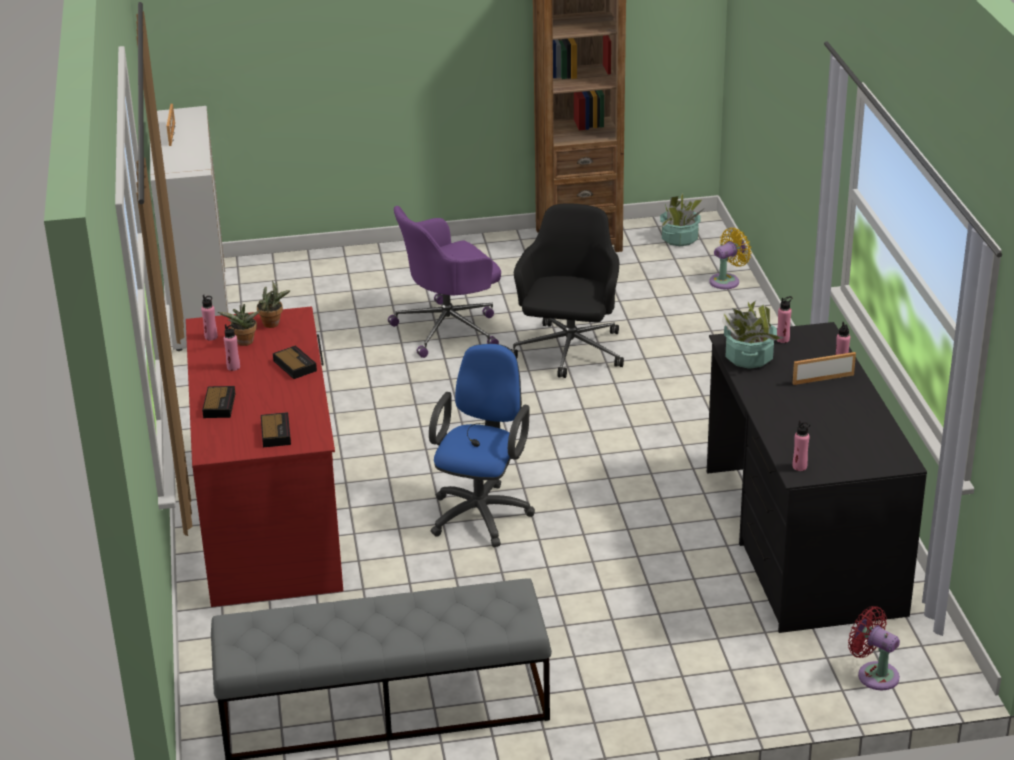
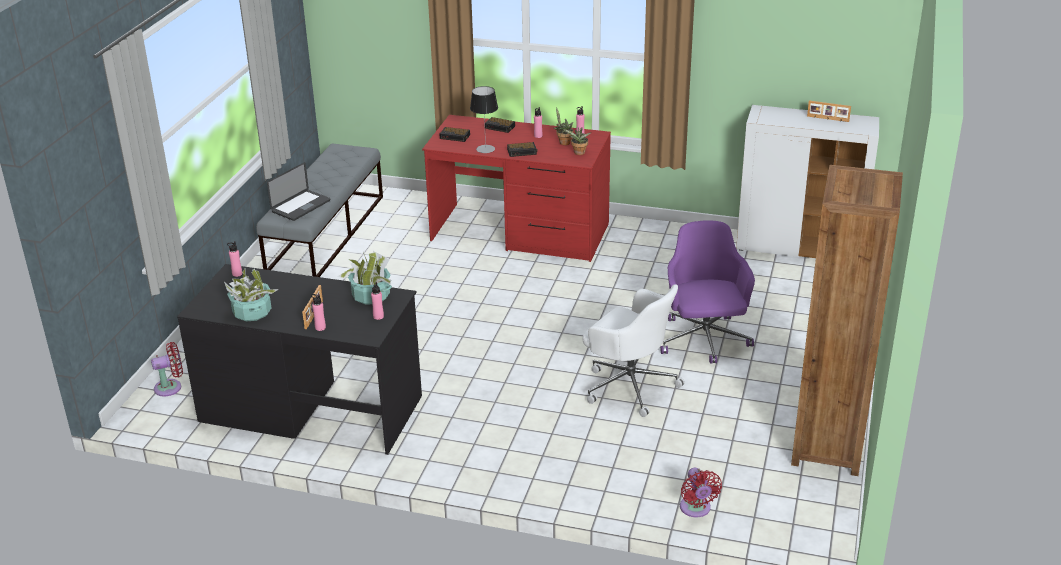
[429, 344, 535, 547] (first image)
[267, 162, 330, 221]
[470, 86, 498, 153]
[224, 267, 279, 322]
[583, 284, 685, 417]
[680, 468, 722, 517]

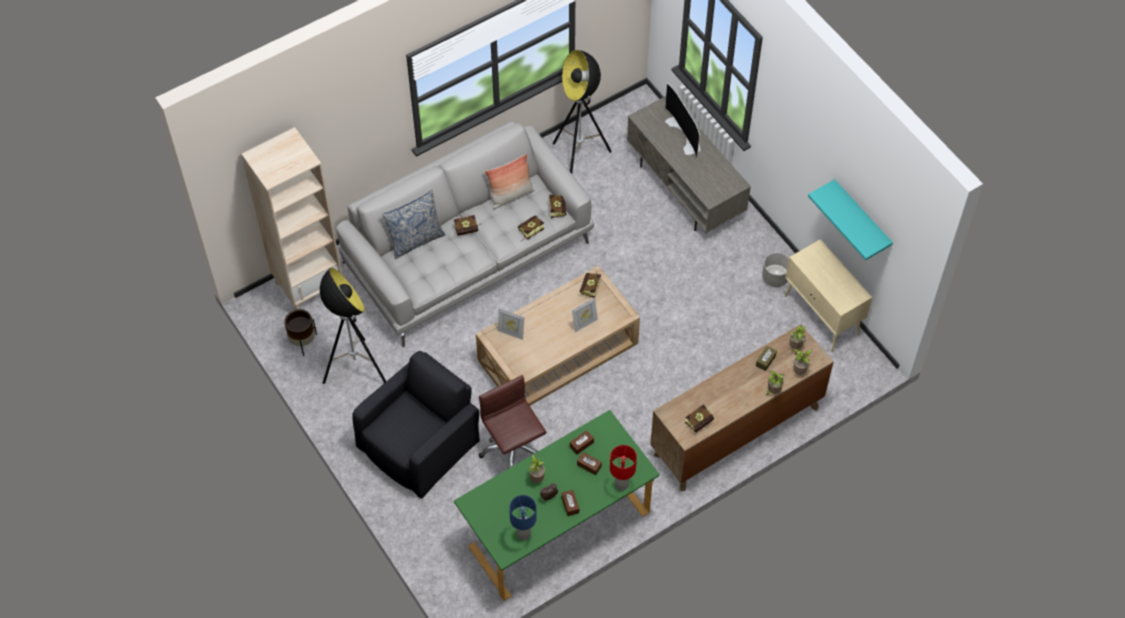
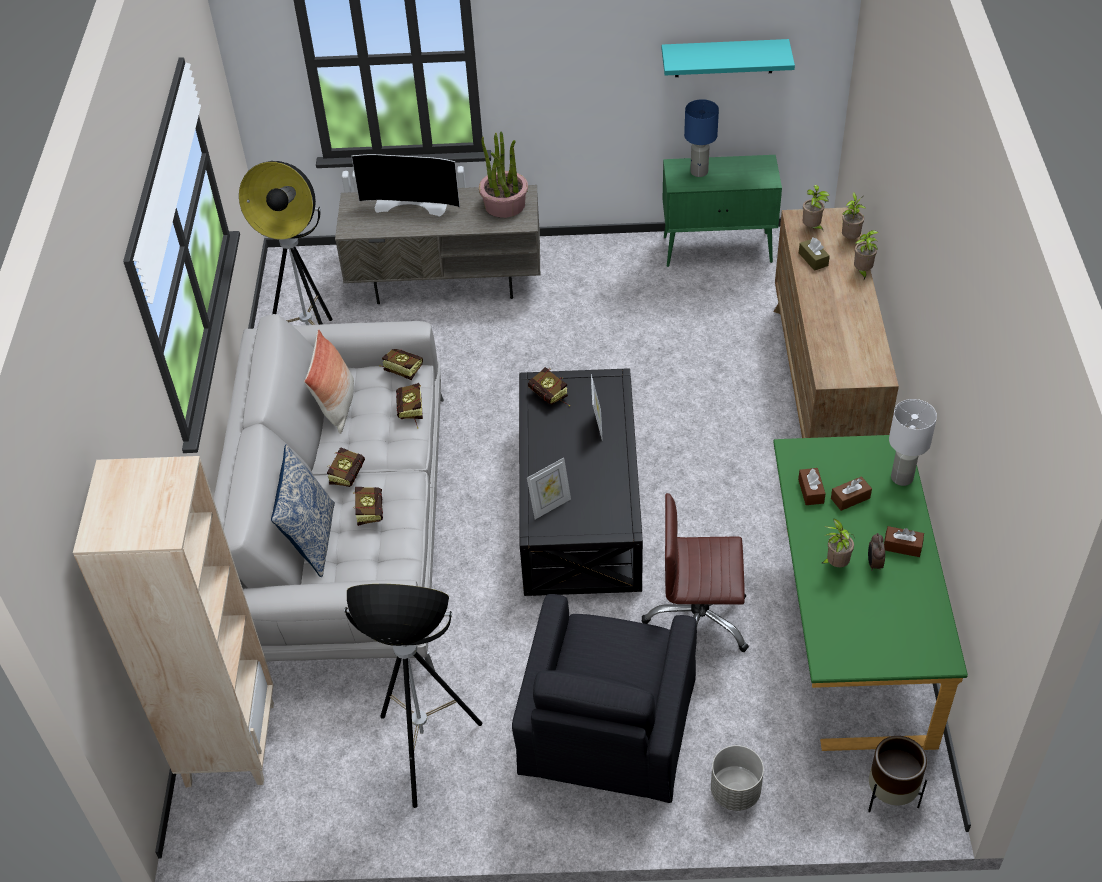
[479, 132, 528, 218]
[868, 736, 927, 812]
[684, 99, 719, 177]
[353, 487, 383, 526]
[711, 745, 764, 811]
[519, 368, 643, 596]
[889, 399, 937, 486]
[663, 155, 782, 267]
[512, 594, 697, 803]

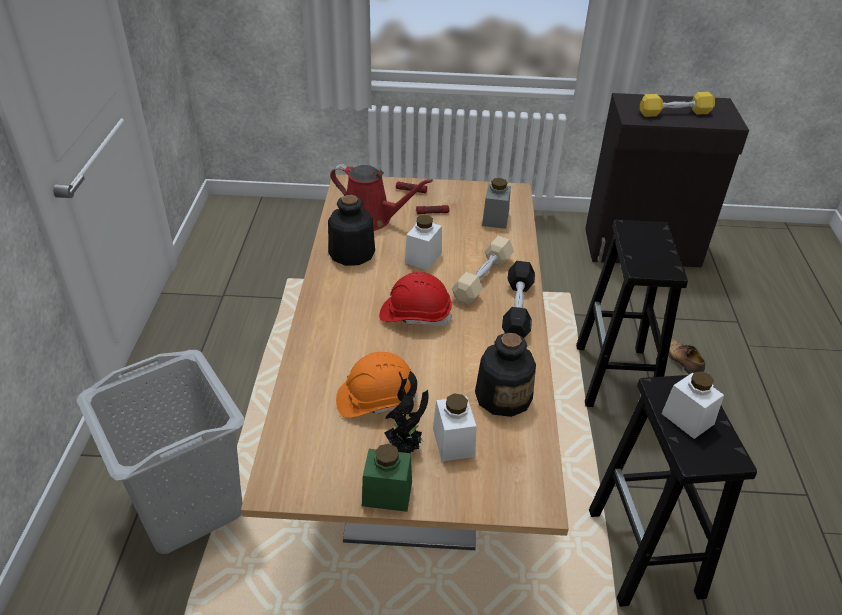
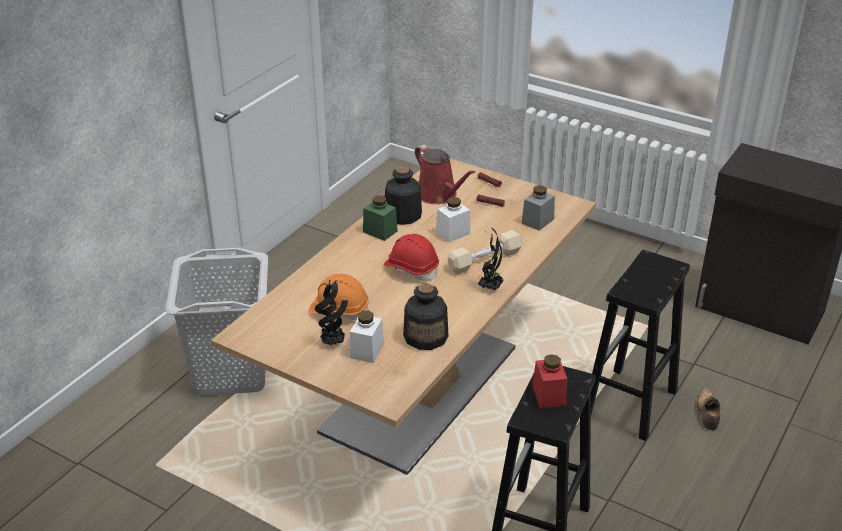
[640, 92, 715, 117] (first image)
[363, 195, 398, 241]
[478, 228, 503, 291]
[532, 354, 568, 408]

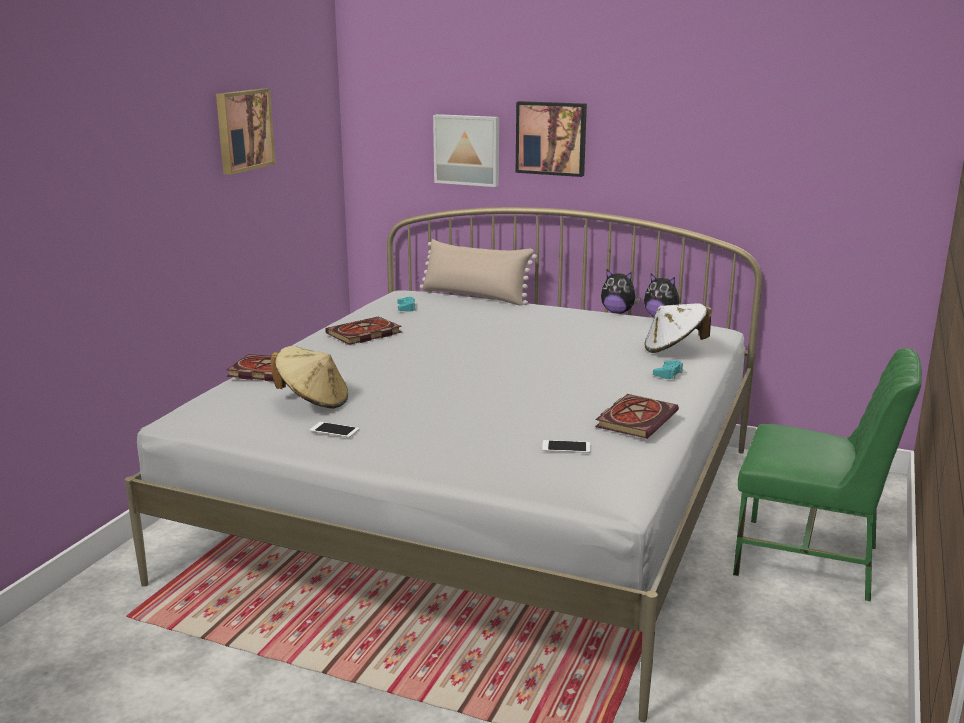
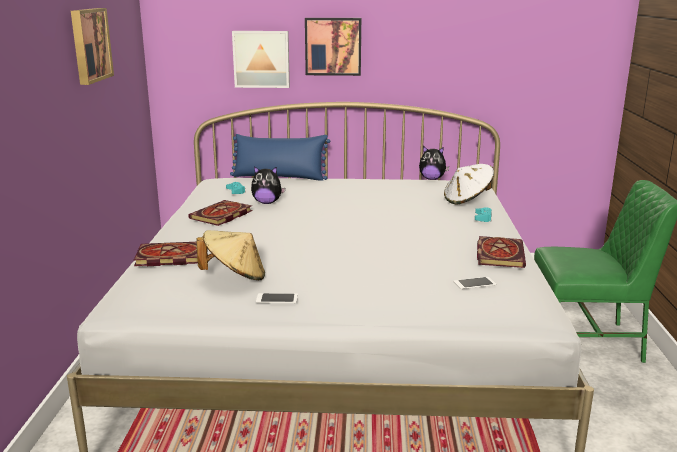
[251, 166, 285, 204]
[230, 134, 330, 181]

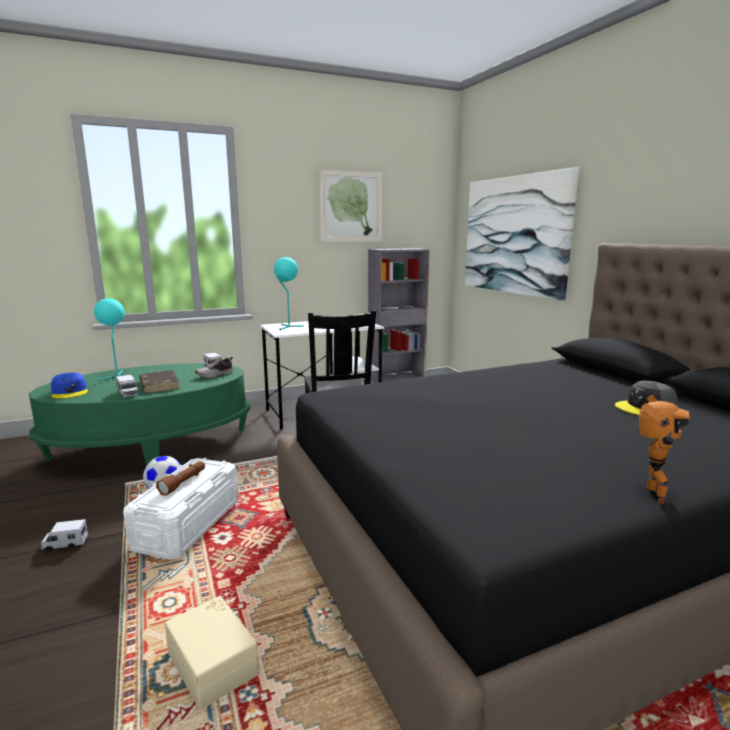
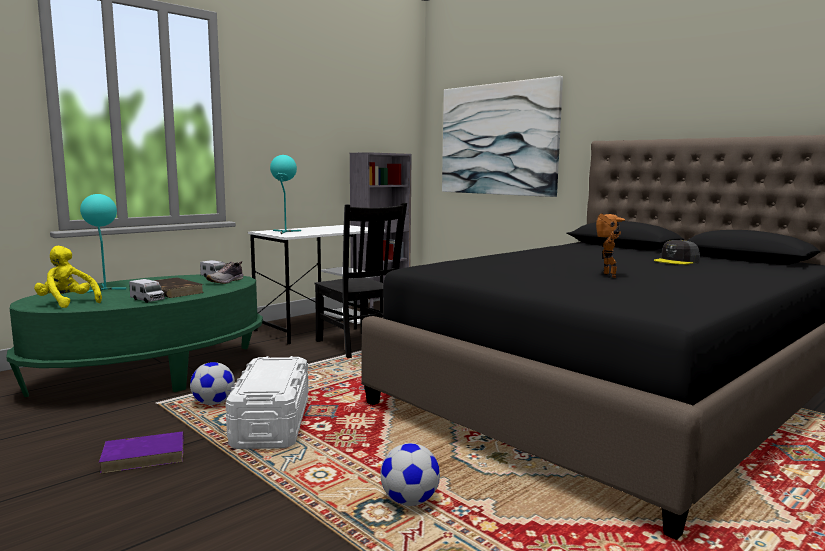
[156, 462, 205, 495] (first image)
[319, 170, 382, 242] (first image)
[596, 213, 625, 278]
[99, 431, 184, 474]
[34, 246, 102, 308]
[380, 443, 440, 506]

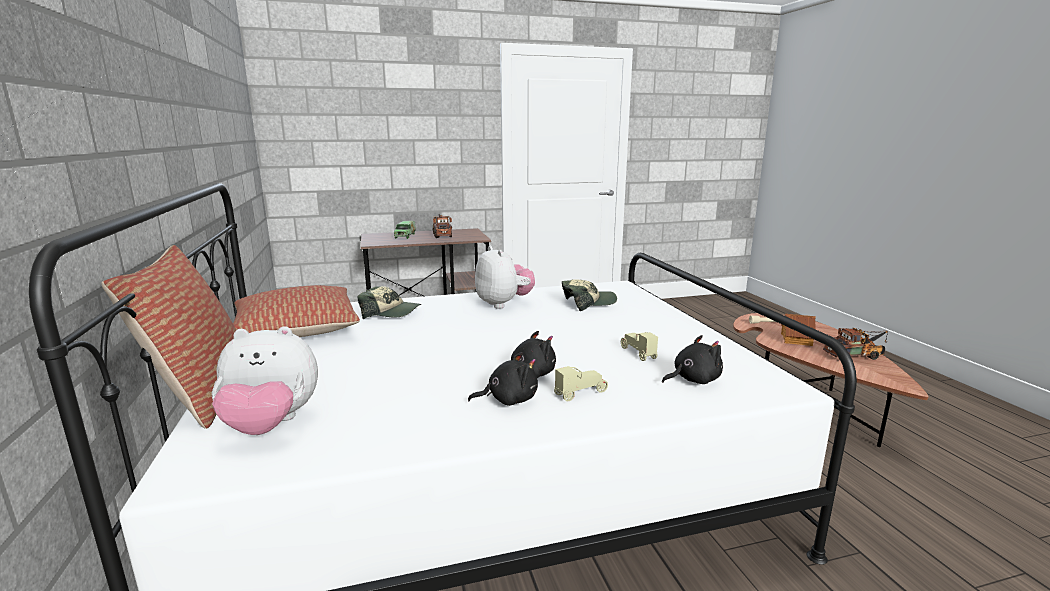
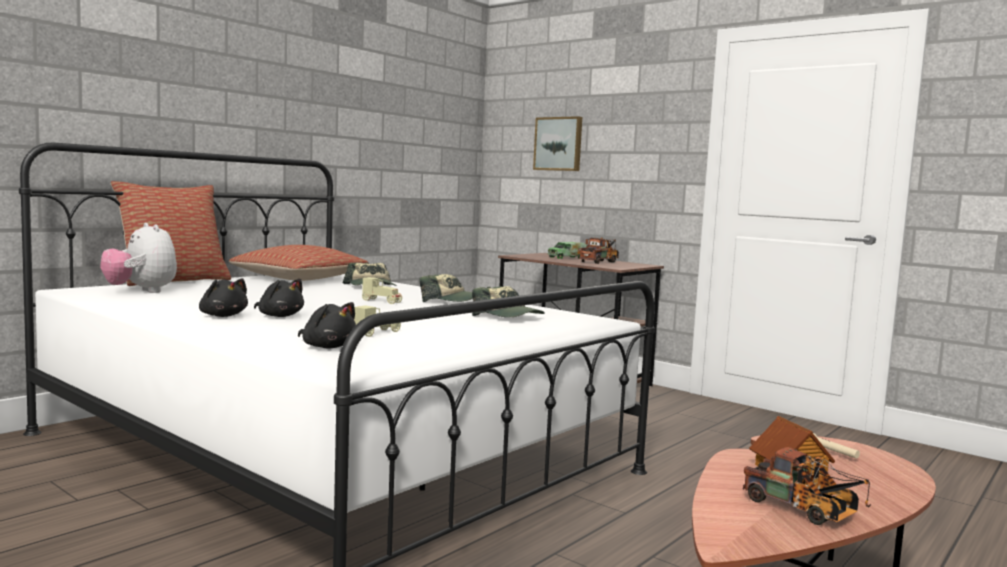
[533, 116, 582, 171]
[362, 277, 402, 304]
[420, 274, 473, 302]

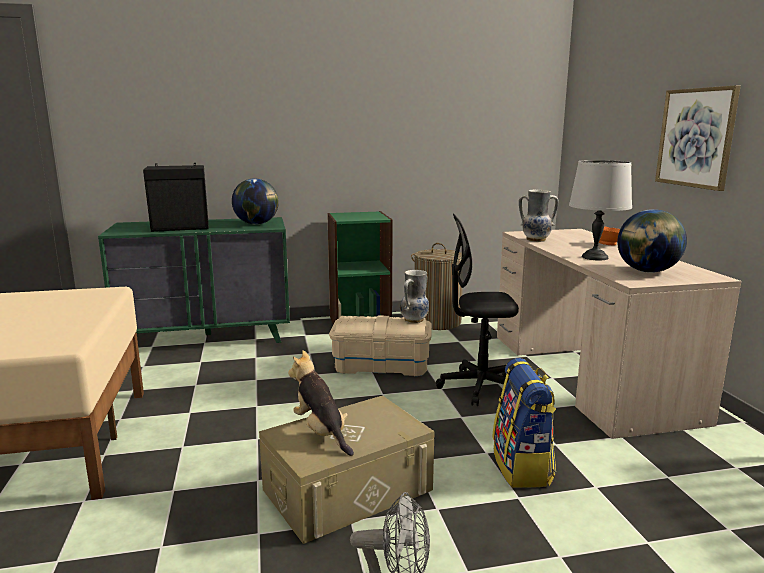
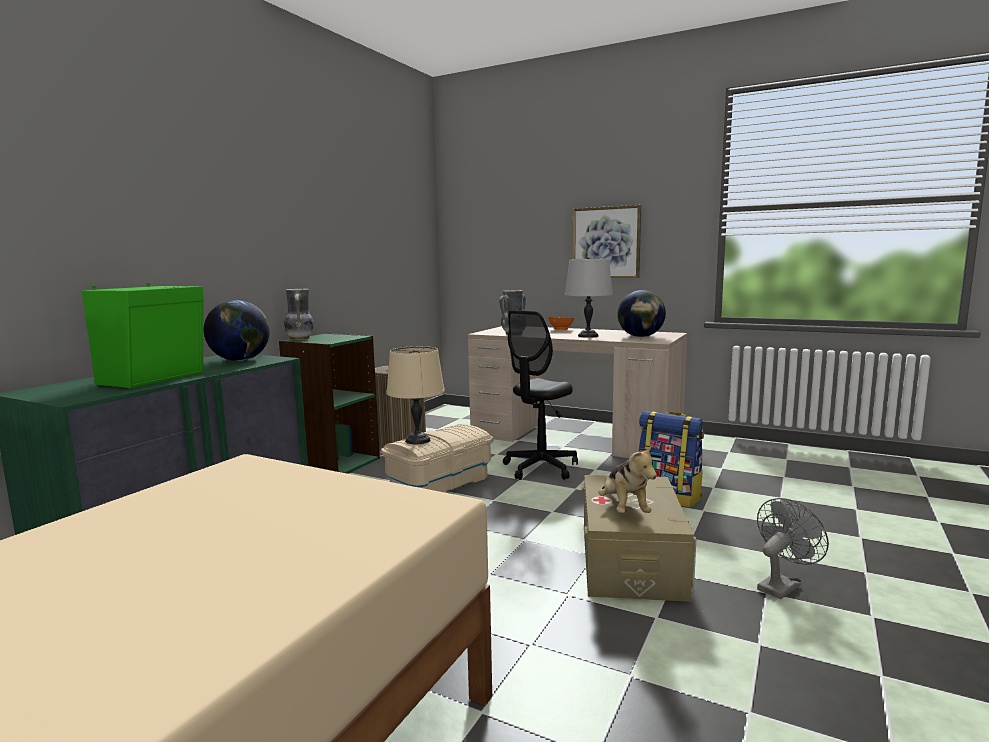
[387, 346, 445, 444]
[284, 289, 314, 340]
[82, 283, 204, 388]
[598, 444, 657, 513]

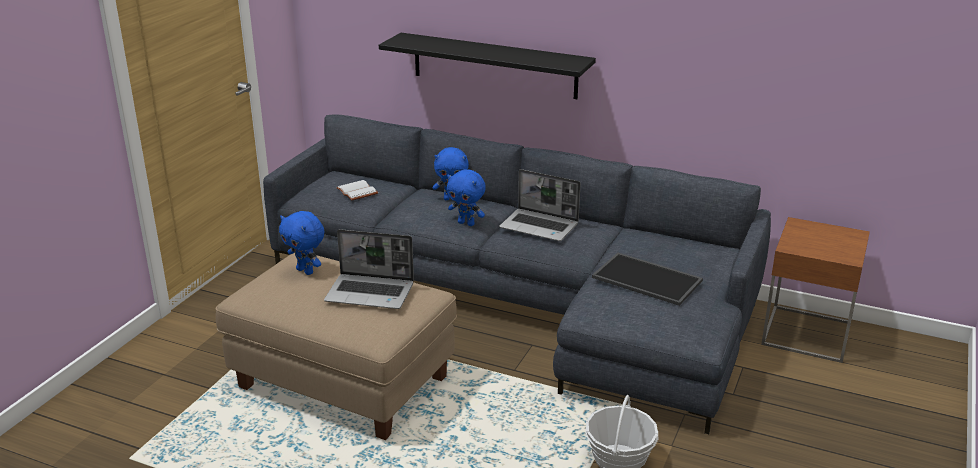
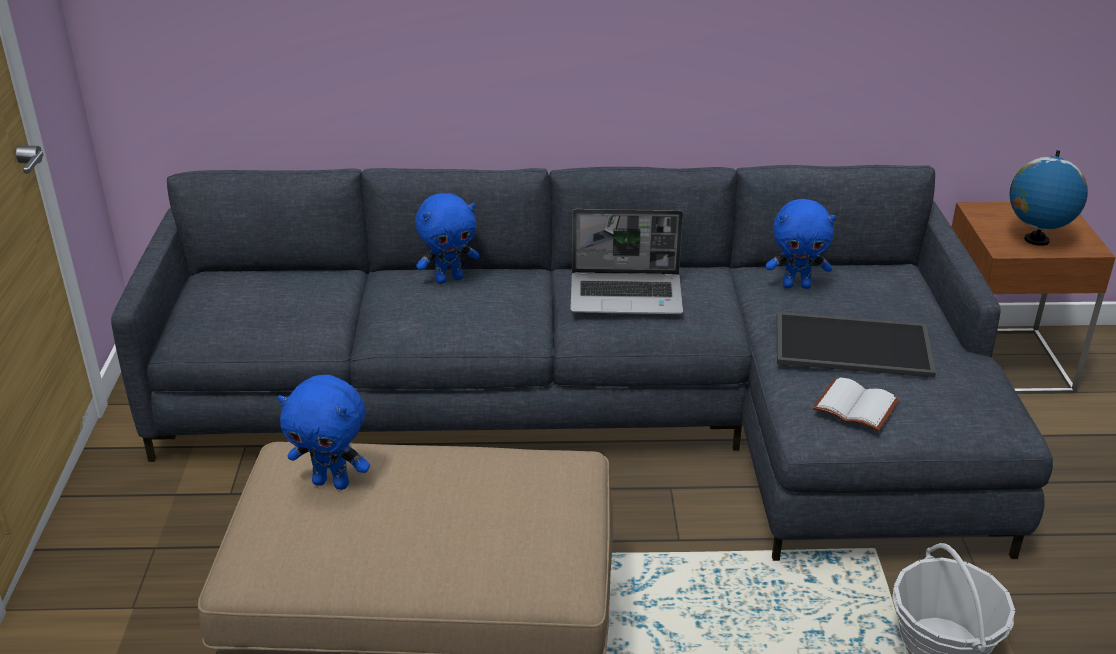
[324, 229, 414, 309] (first image)
[379, 33, 596, 99] (first image)
[1009, 150, 1088, 246]
[813, 377, 899, 431]
[766, 199, 836, 289]

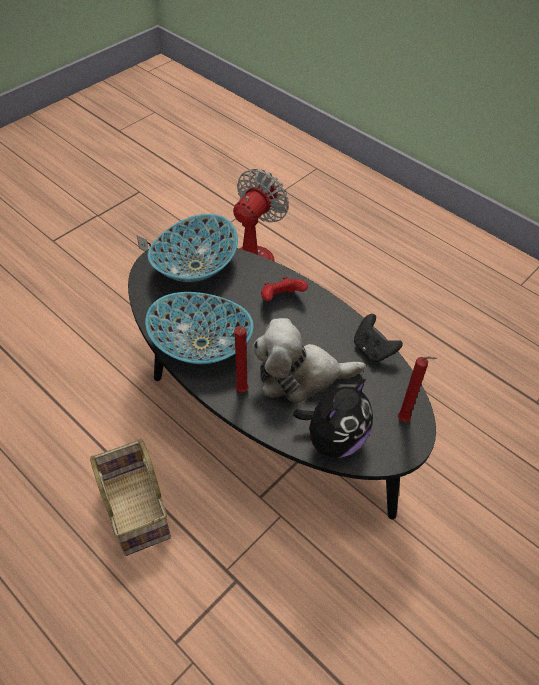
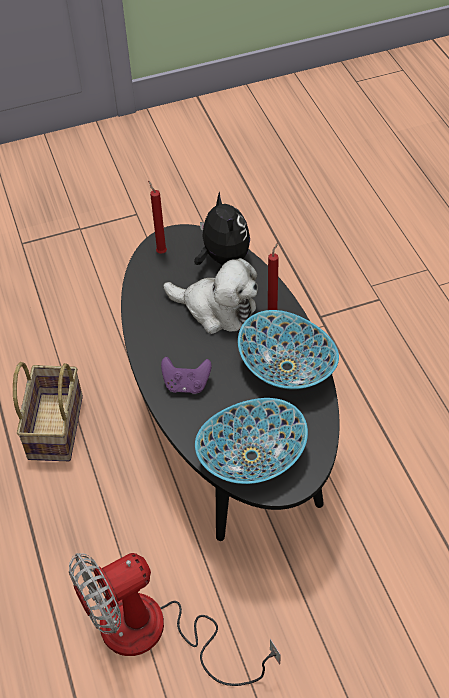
[354, 314, 403, 363] (first image)
[13, 362, 83, 461]
[161, 357, 212, 394]
[194, 191, 250, 265]

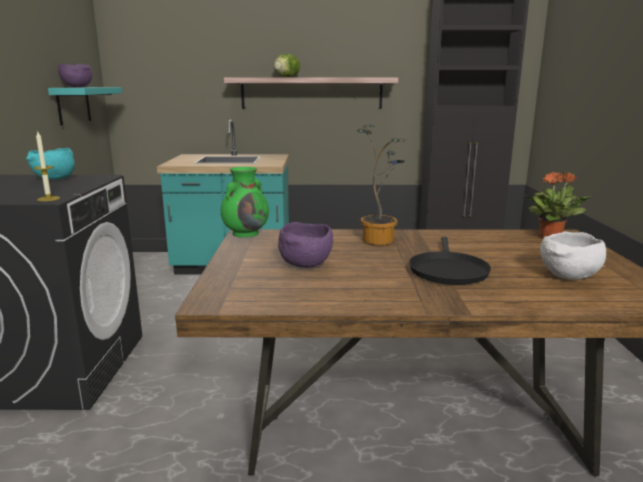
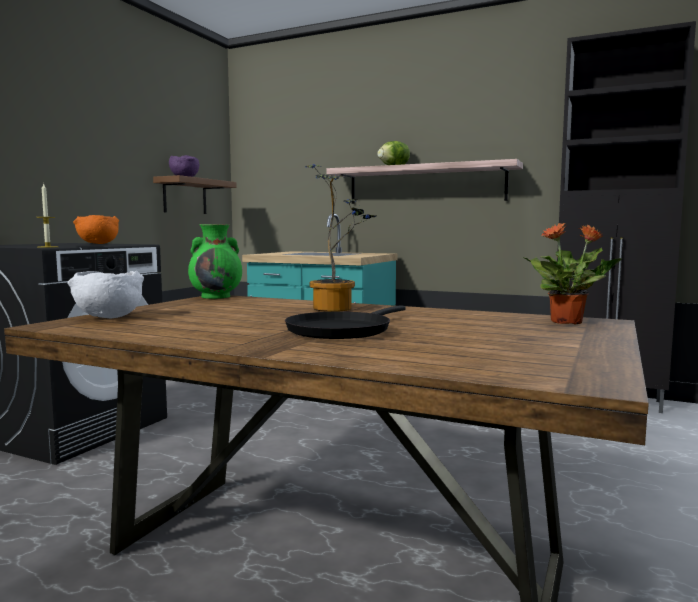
[278, 222, 333, 268] (first image)
[67, 271, 144, 318]
[73, 215, 119, 244]
[153, 175, 237, 214]

